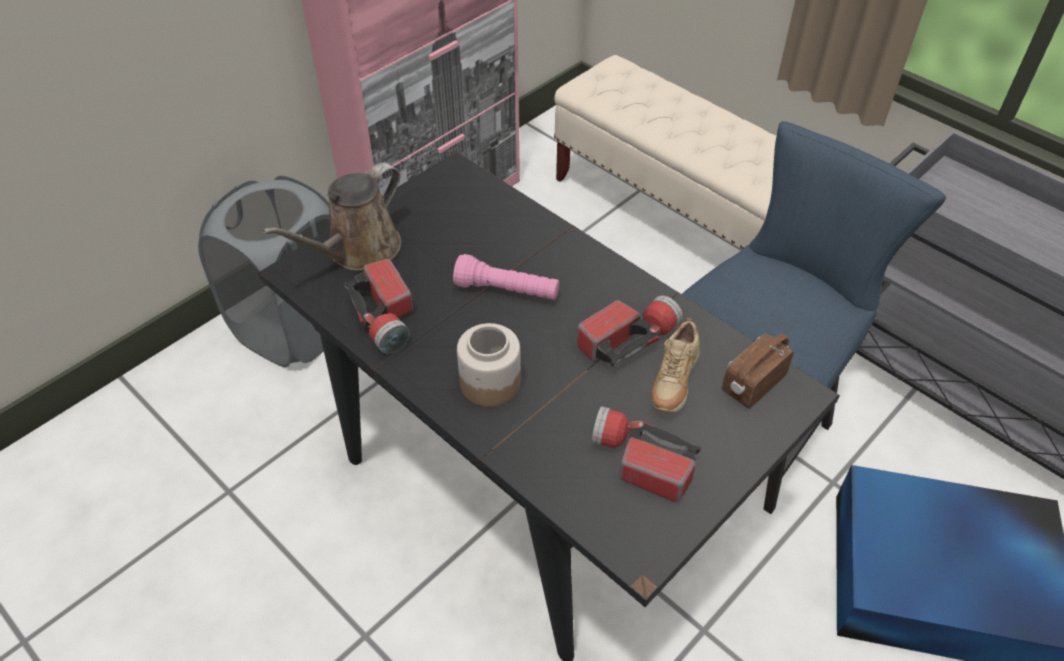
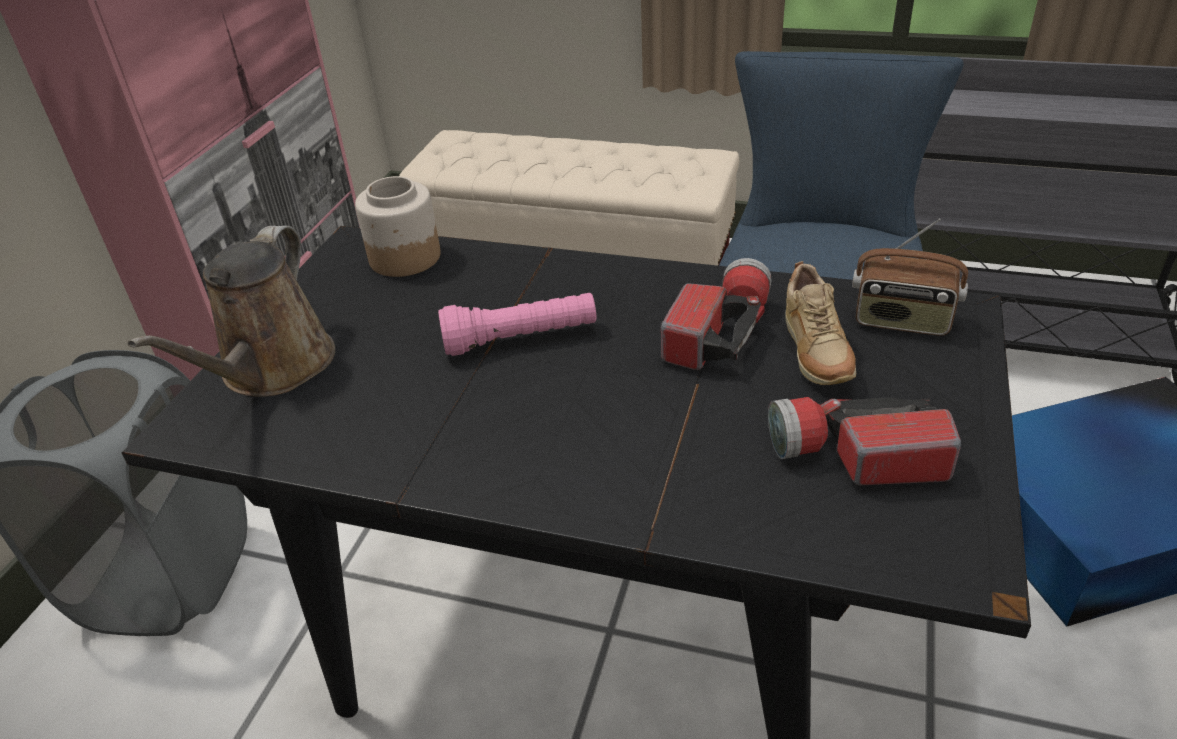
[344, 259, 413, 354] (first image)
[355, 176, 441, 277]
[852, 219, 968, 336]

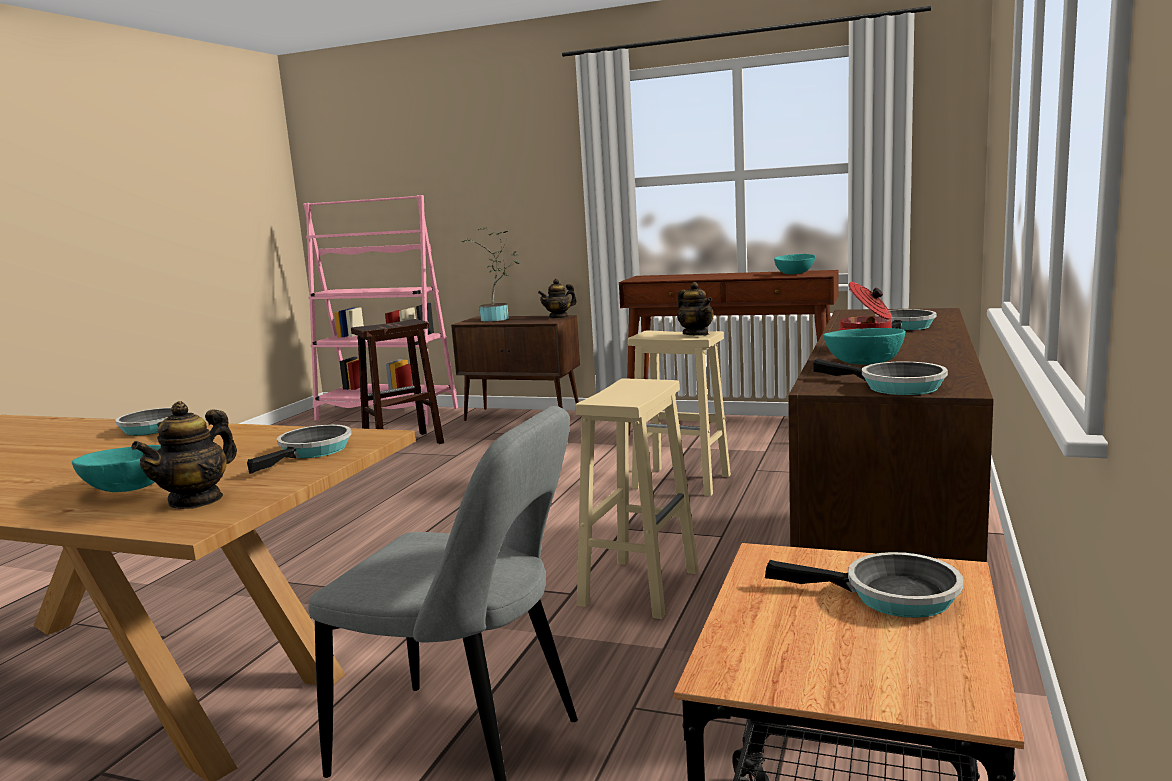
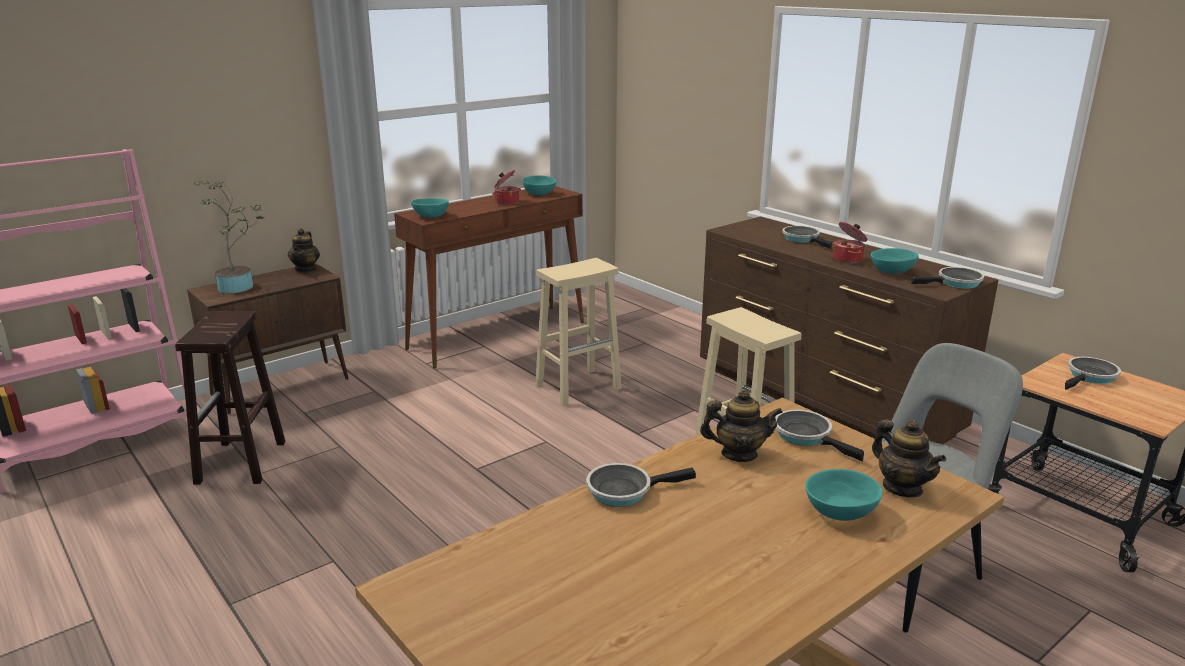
[411, 198, 449, 217]
[492, 170, 521, 205]
[700, 389, 783, 462]

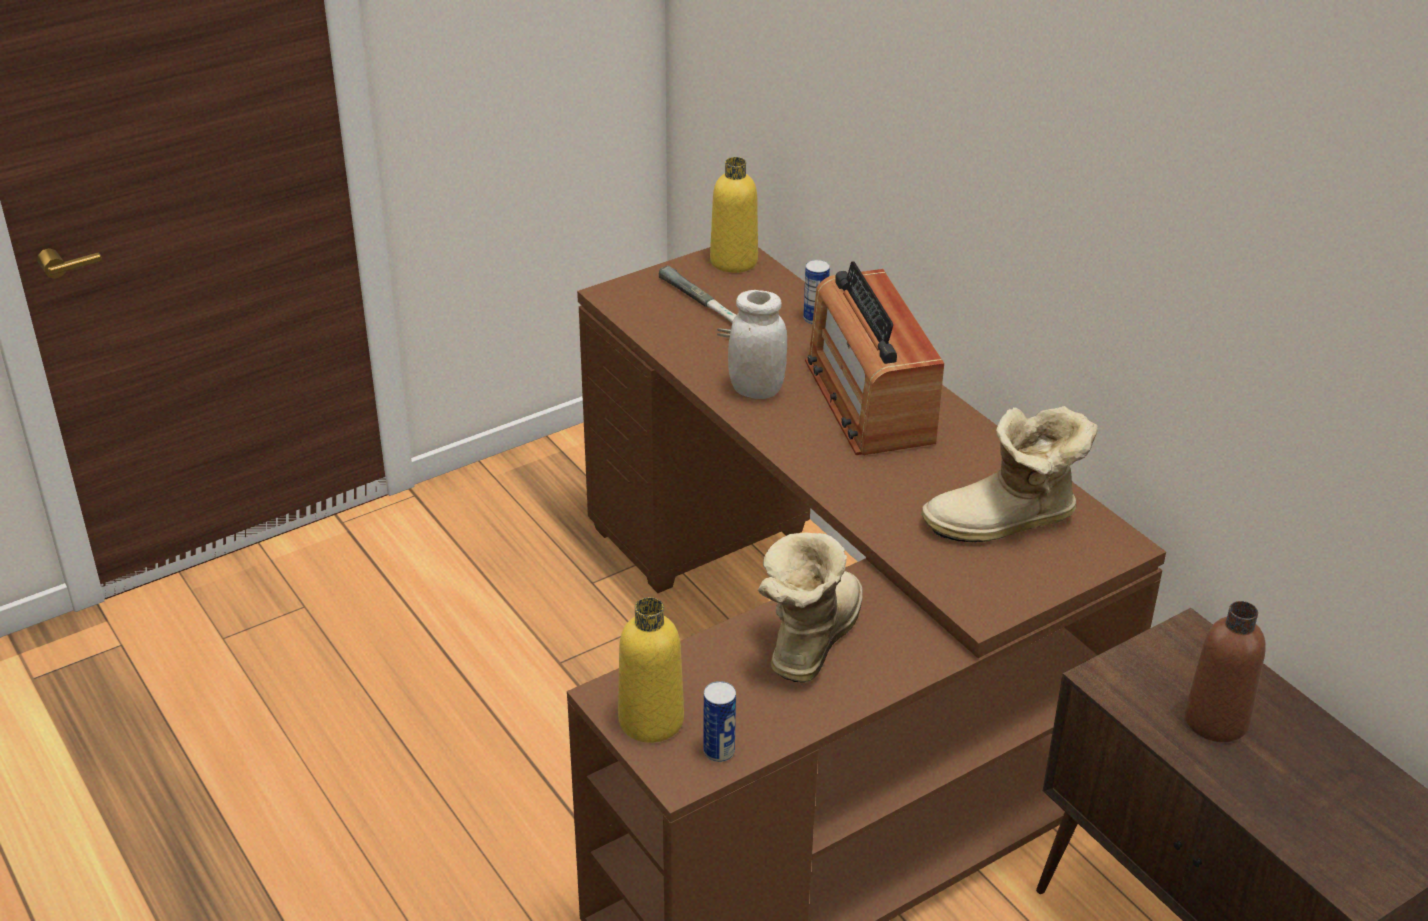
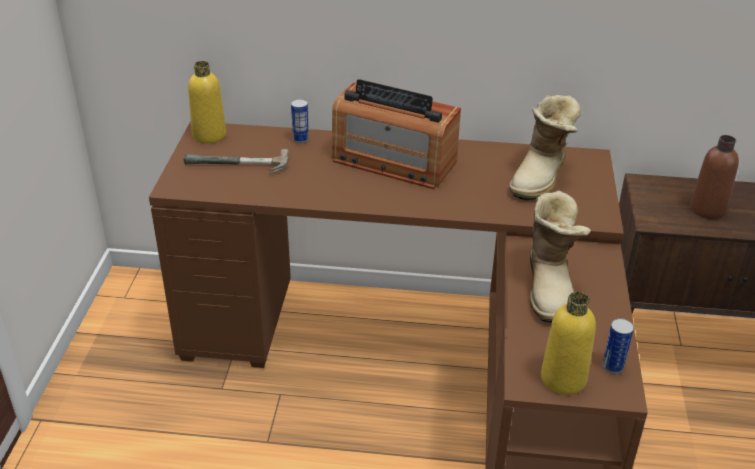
[728, 290, 787, 399] (first image)
[530, 191, 591, 323]

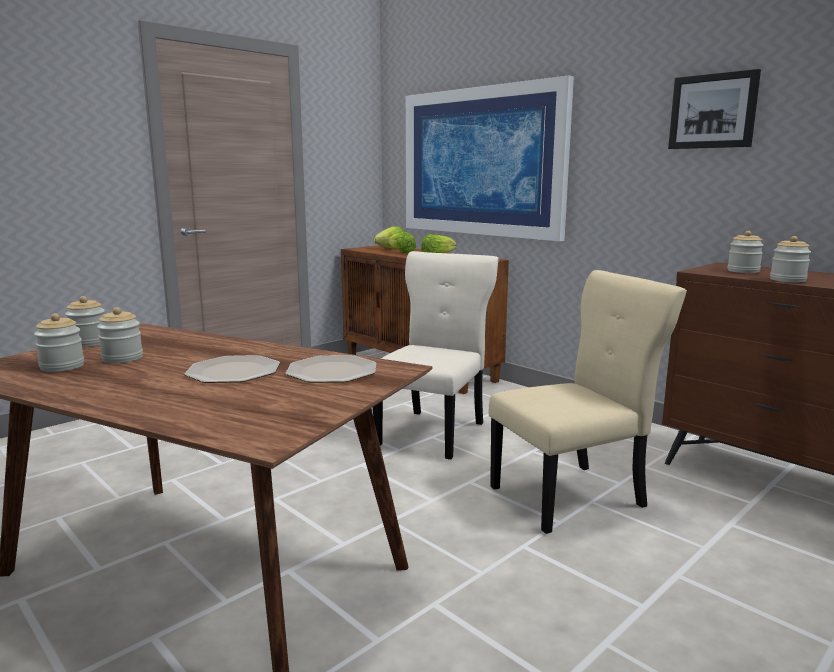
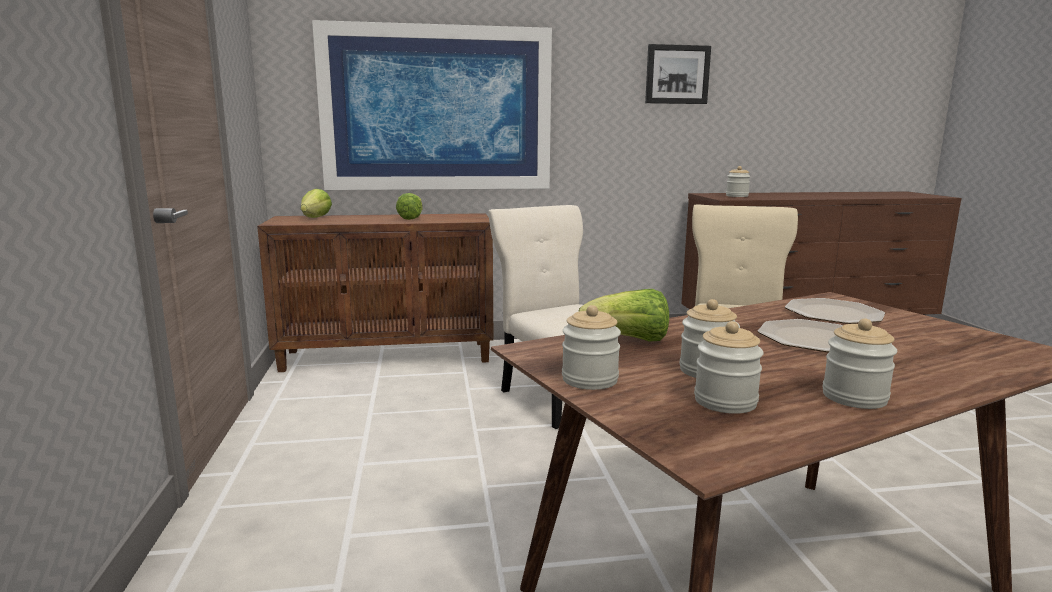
[578, 289, 669, 342]
[822, 319, 897, 409]

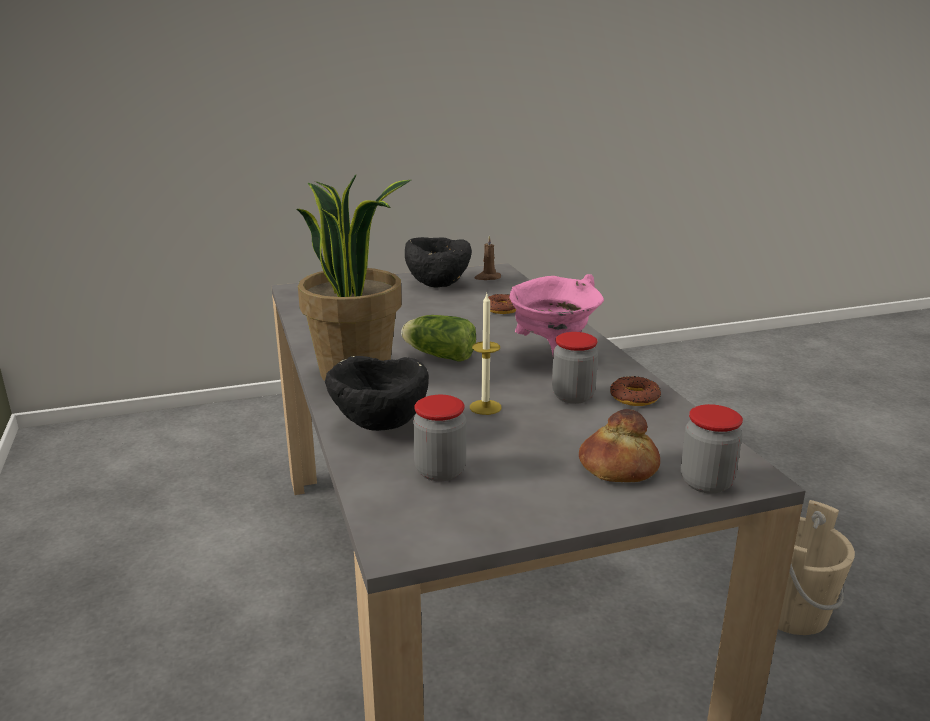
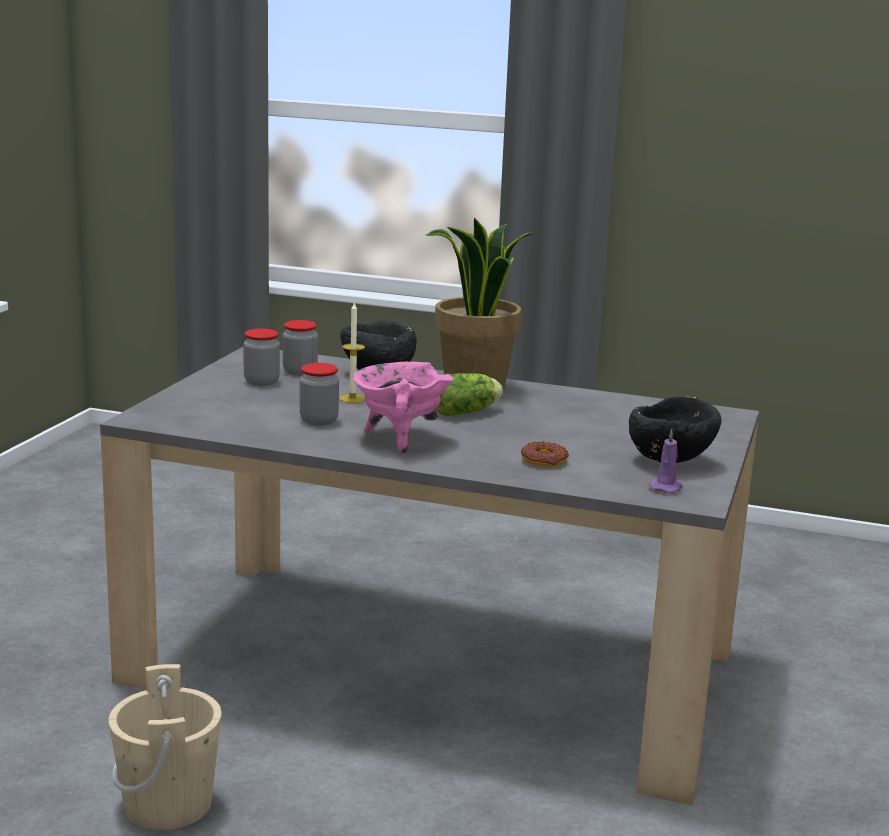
[579, 409, 660, 482] (first image)
[610, 376, 661, 406] (first image)
[243, 329, 280, 386]
[649, 429, 683, 493]

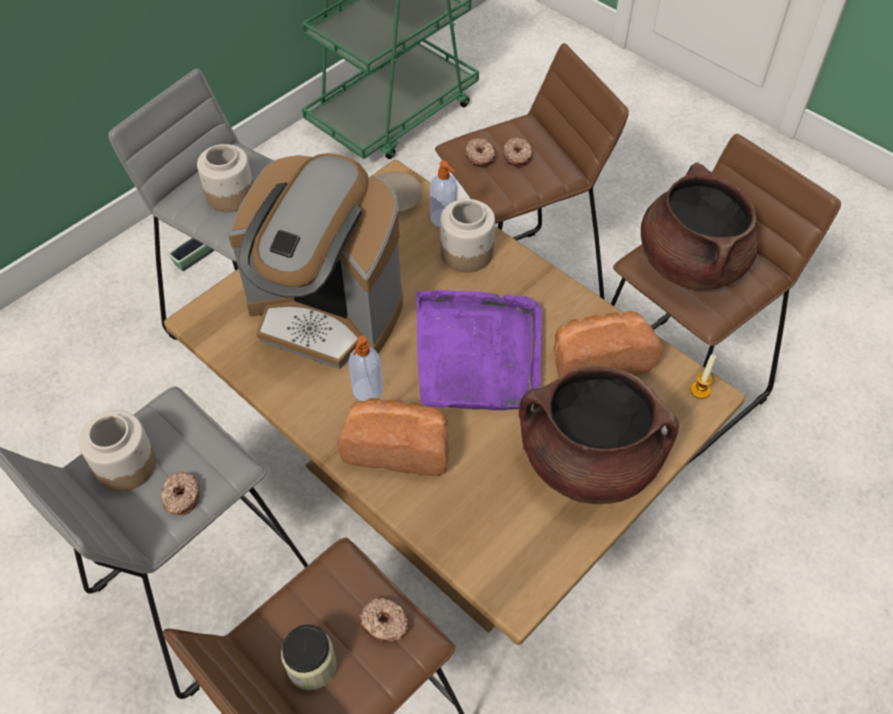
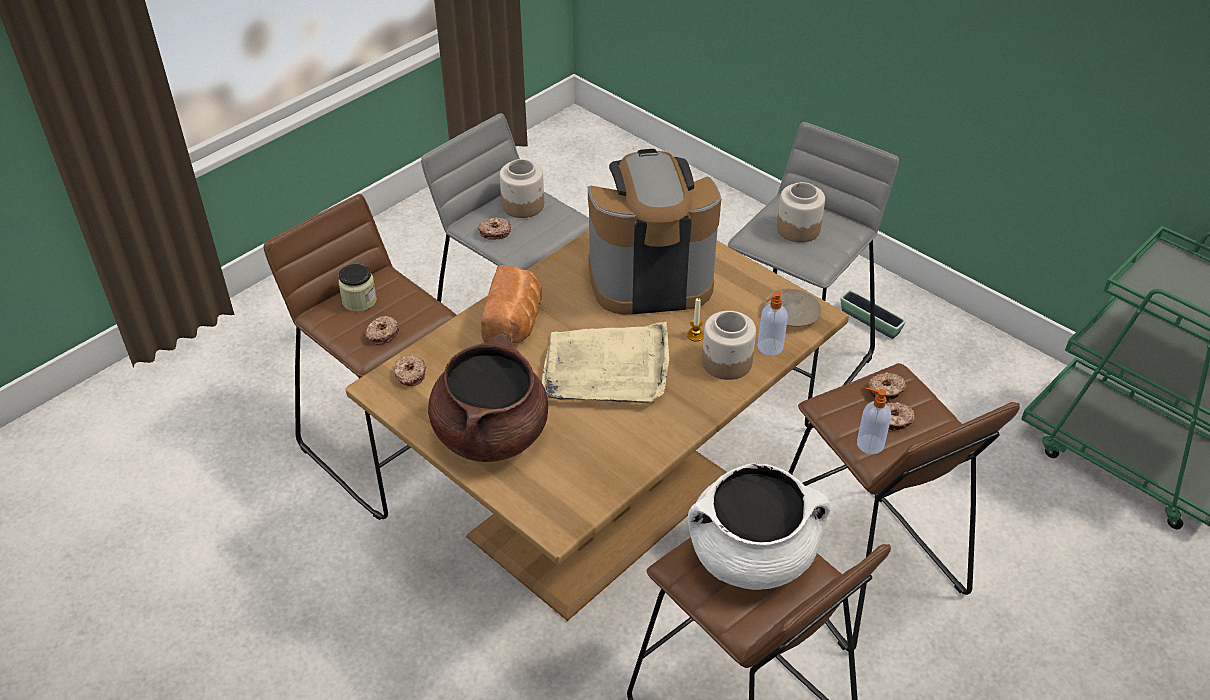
[553, 311, 662, 377] (first image)
[394, 355, 426, 386]
[857, 388, 891, 454]
[687, 298, 704, 341]
[542, 322, 669, 403]
[688, 463, 831, 590]
[588, 149, 721, 315]

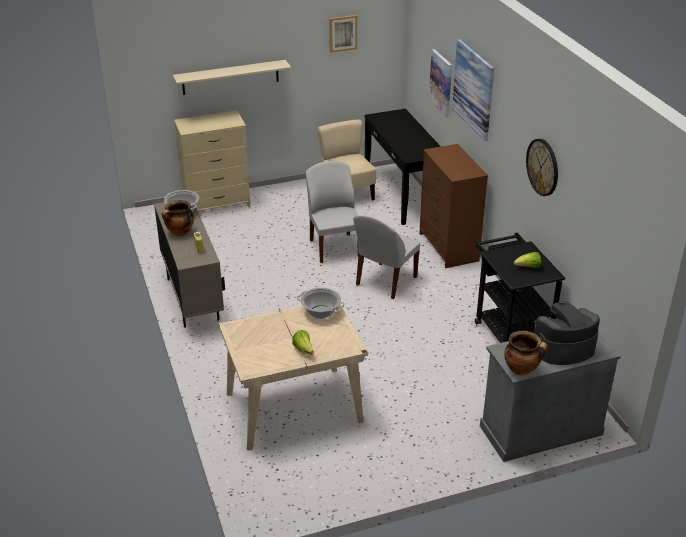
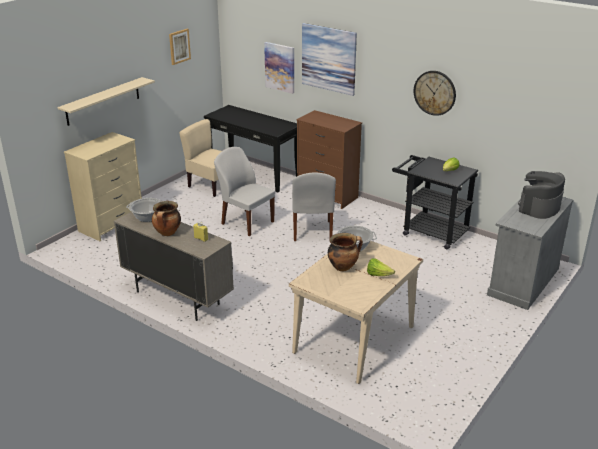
[328, 233, 363, 271]

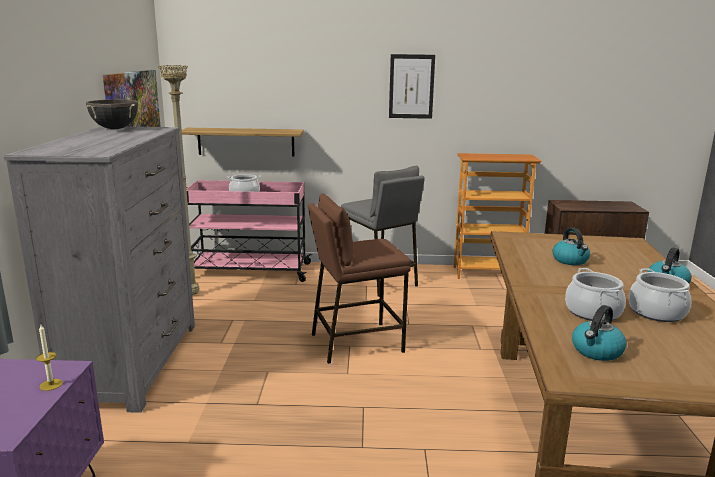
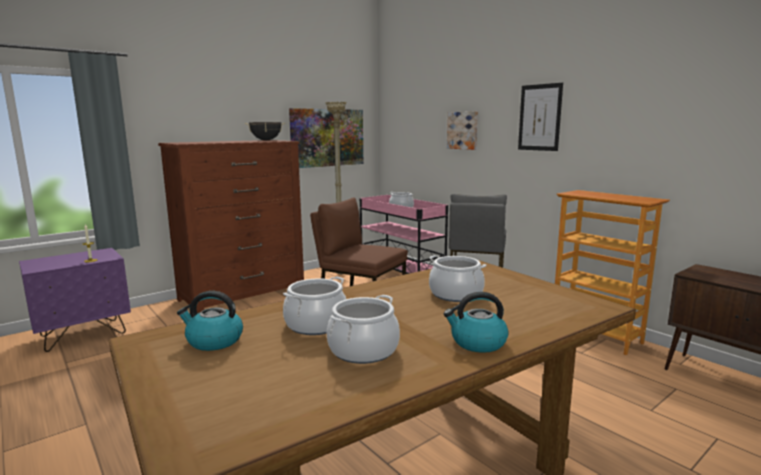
[182, 128, 304, 157] (first image)
[447, 111, 478, 150]
[429, 255, 486, 302]
[158, 140, 304, 313]

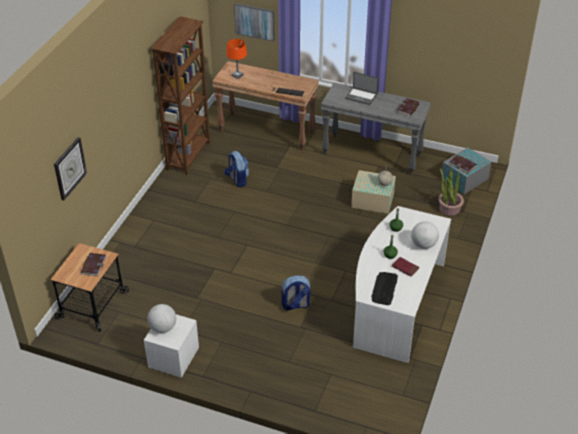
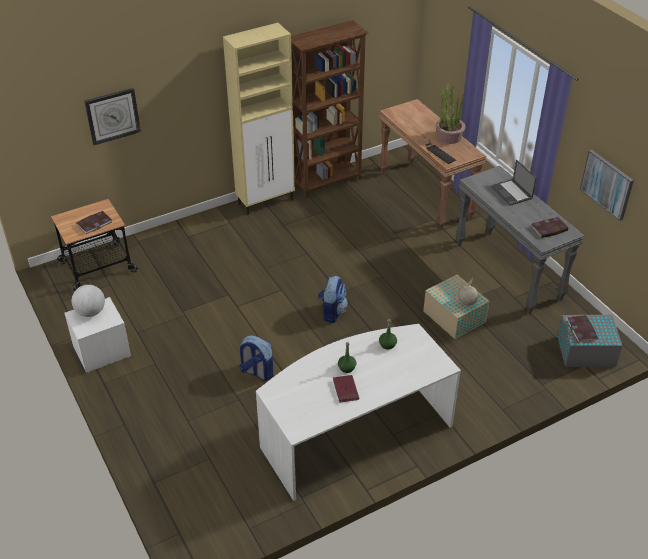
[226, 39, 247, 79] (first image)
[372, 272, 398, 305] (first image)
[411, 222, 439, 249] (first image)
[223, 23, 295, 215]
[318, 276, 348, 324]
[580, 150, 634, 221]
[436, 82, 465, 144]

